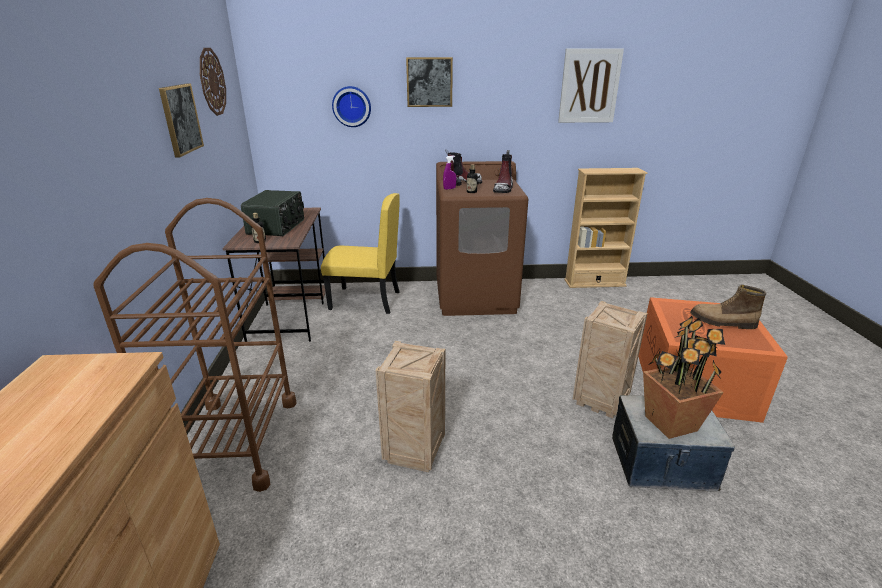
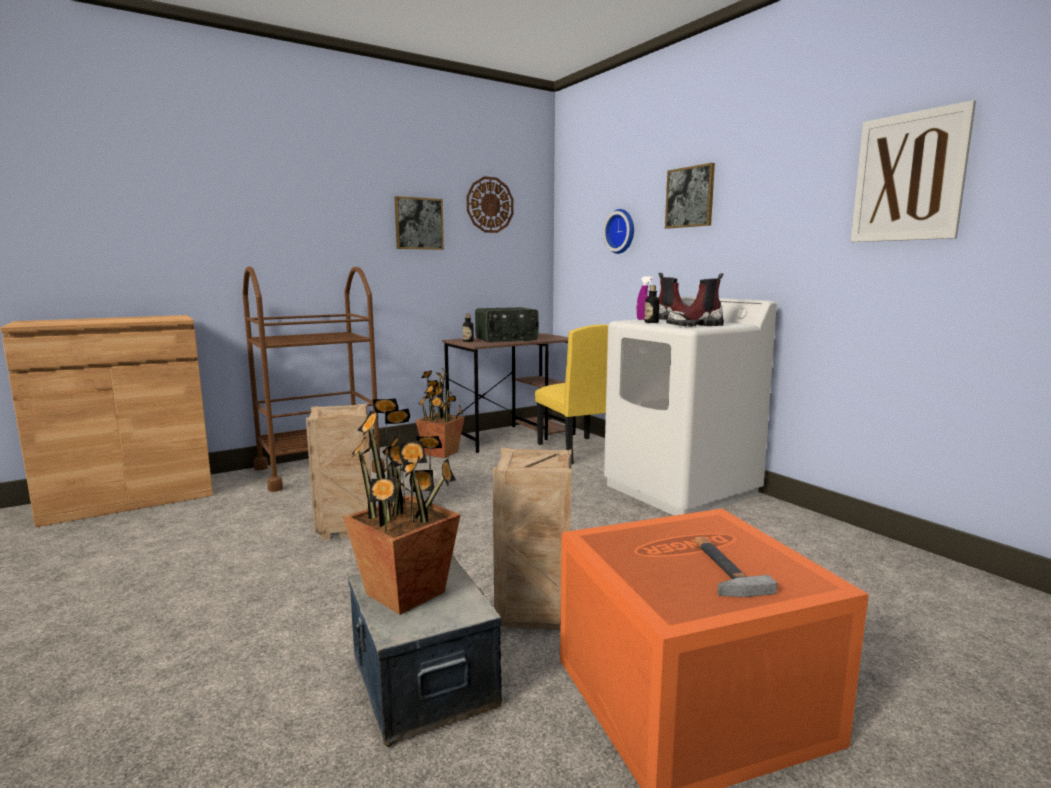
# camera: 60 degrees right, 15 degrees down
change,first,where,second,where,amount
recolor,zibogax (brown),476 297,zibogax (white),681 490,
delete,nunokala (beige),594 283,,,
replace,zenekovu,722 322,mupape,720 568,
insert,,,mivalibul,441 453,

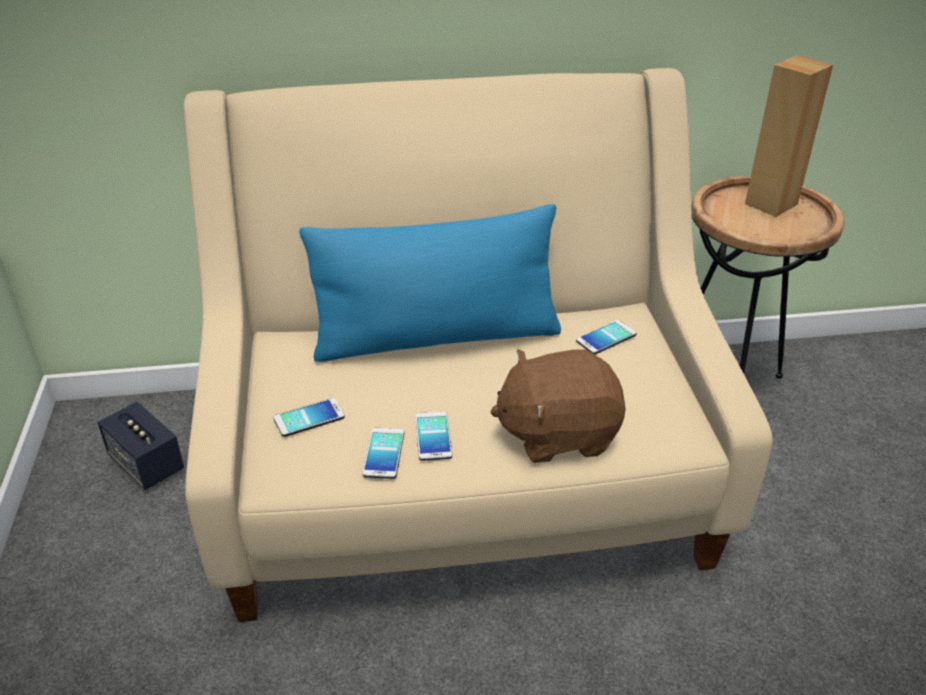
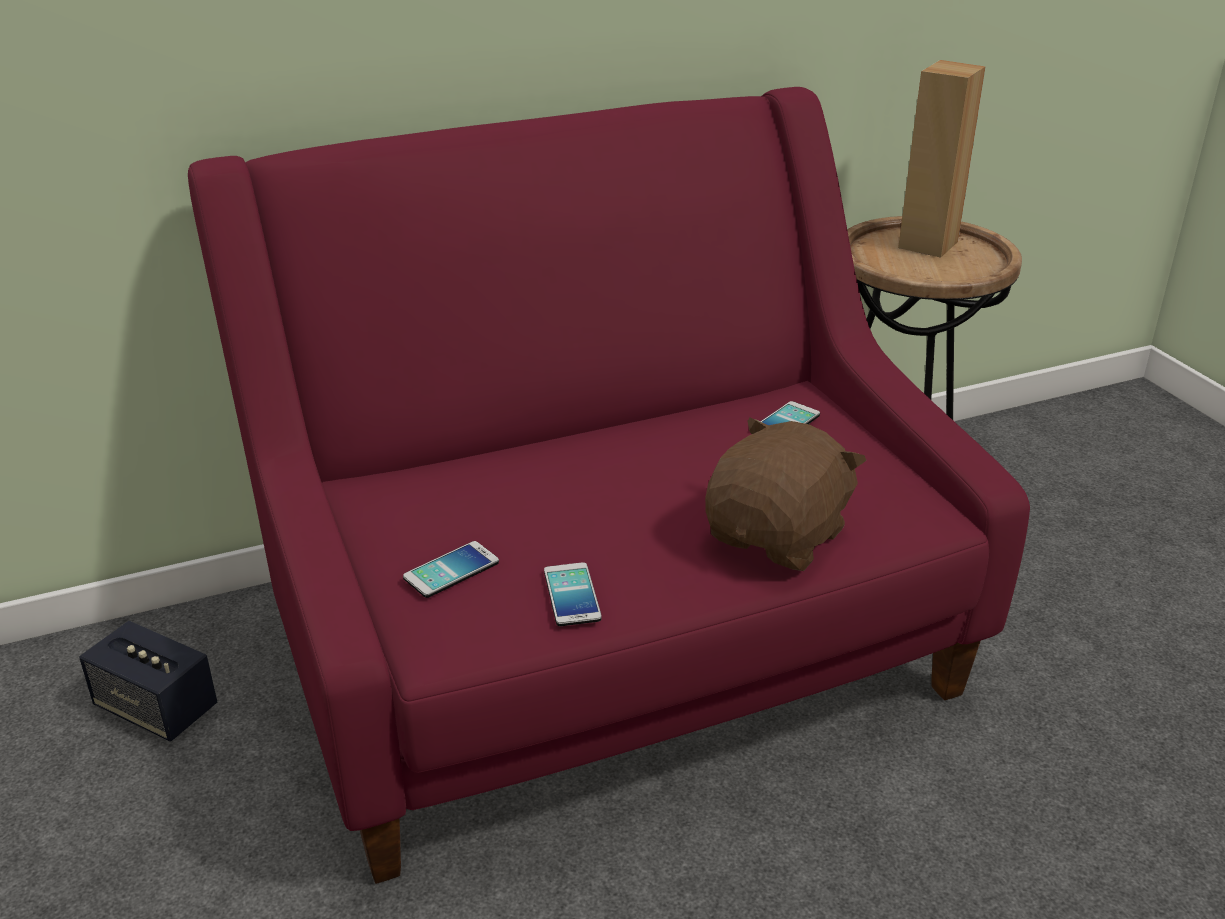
# camera: 15 degrees left, 5 degrees down
change,first,where,second,where,amount
recolor,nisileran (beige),462 481,nisileran (red),611 651,
delete,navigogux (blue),437 338,,,
rotate,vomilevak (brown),557 433,,779 537,150 degrees clockwise
delete,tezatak,433 436,,,

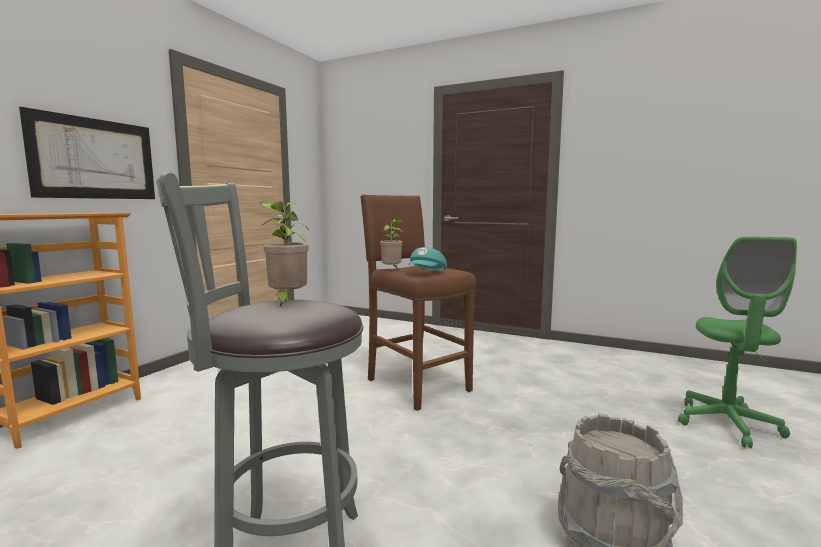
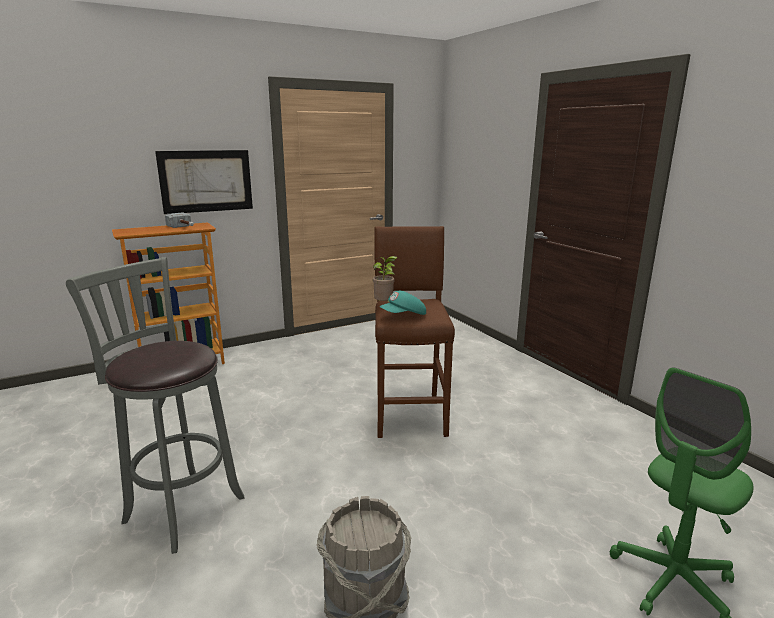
# camera: 35 degrees right, 10 degrees up
change,first,where,second,where,amount
delete,mivalibul,287 301,,,
insert,,,mupape,184 227,

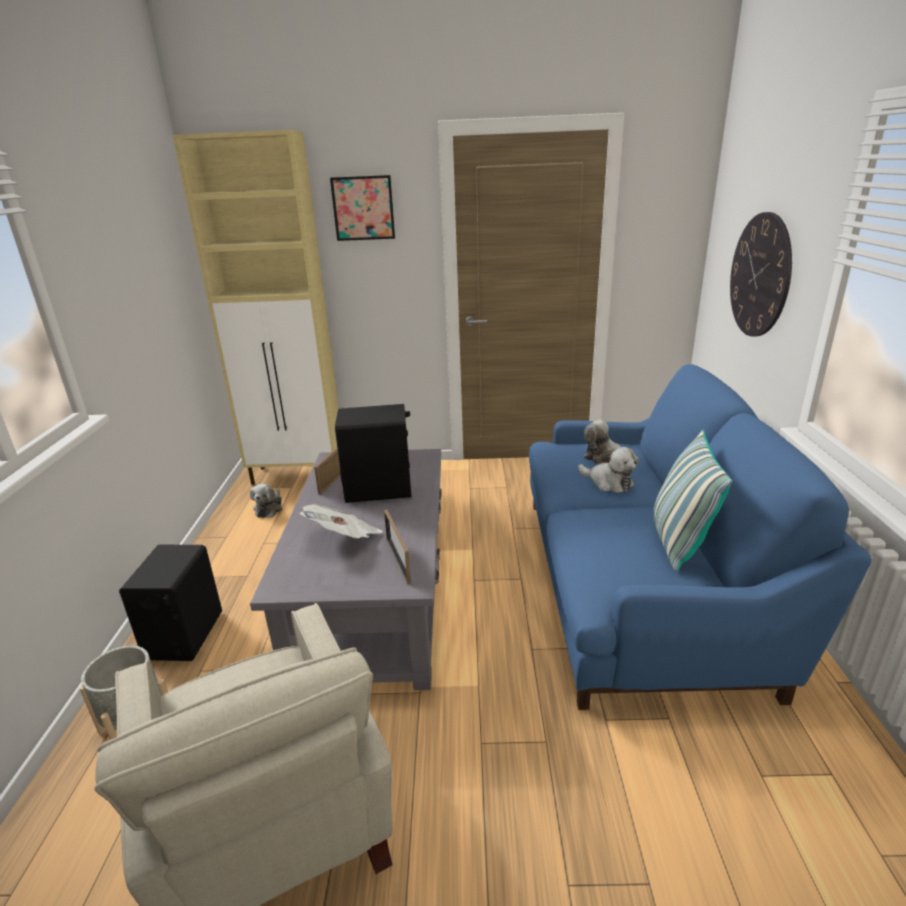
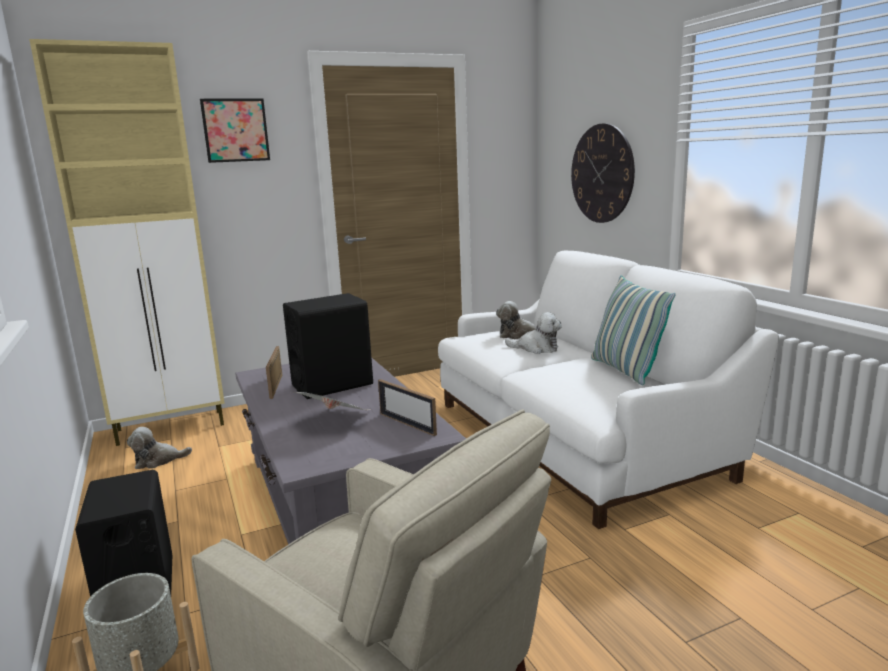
# camera: 25 degrees left, 10 degrees down
change,first,where,second,where,amount
recolor,nisileran (blue),640 583,nisileran (white),578 437,
rotate,vomilevak,269 508,,158 460,90 degrees clockwise

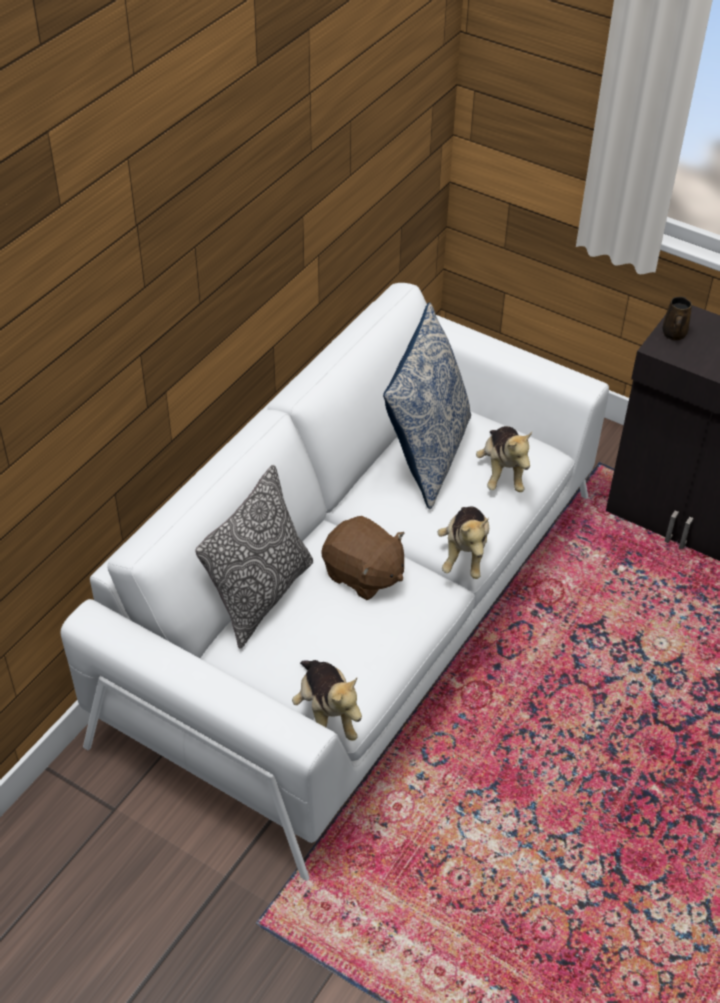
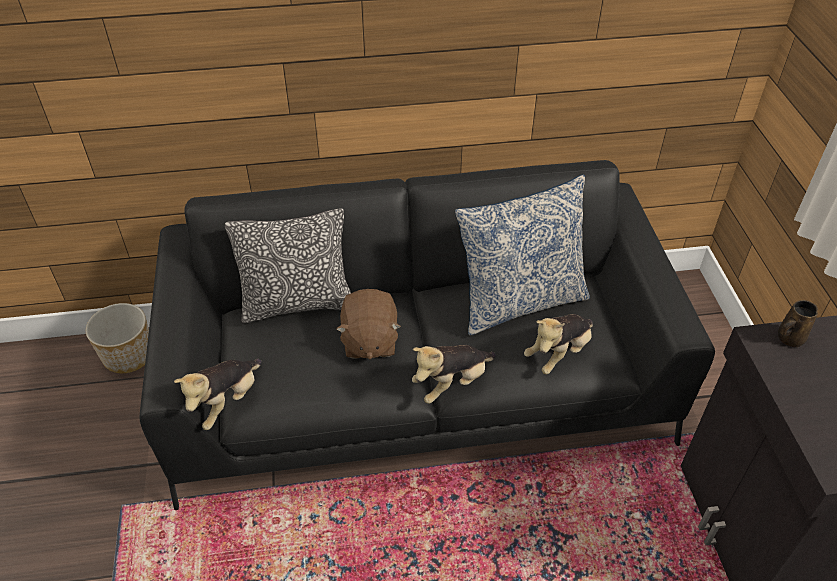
# camera: 50 degrees right, 0 degrees up
change,first,where,second,where,amount
recolor,nisileran (white),357 612,nisileran (black),418 385,
insert,,,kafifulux,129 355,

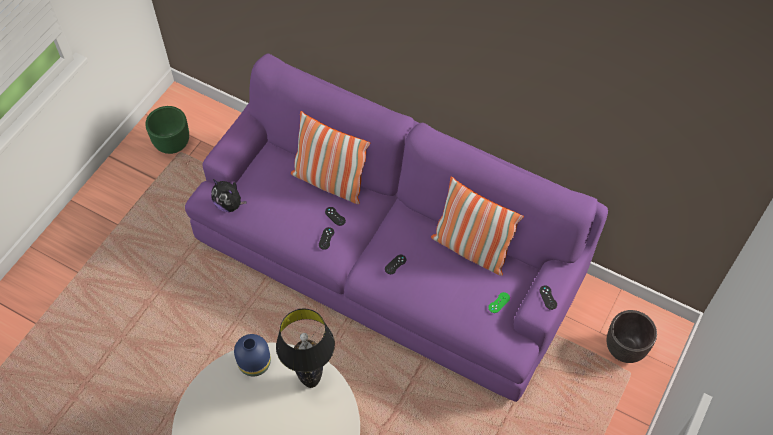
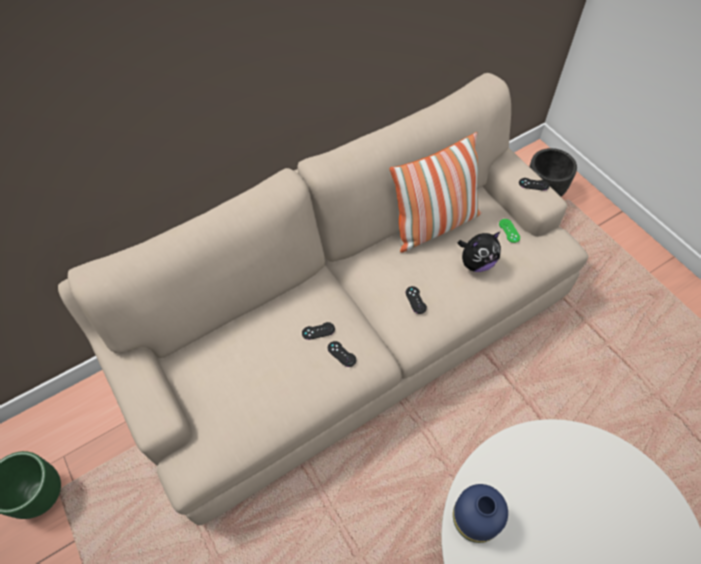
# camera: 60 degrees left, 0 degrees up
change,first,where,second,where,amount
recolor,nisileran (purple),387 260,nisileran (beige),352 330,
delete,navigogux,329 182,,,
move,vomilevak,229 204,,476 263,
delete,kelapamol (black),311 381,,,

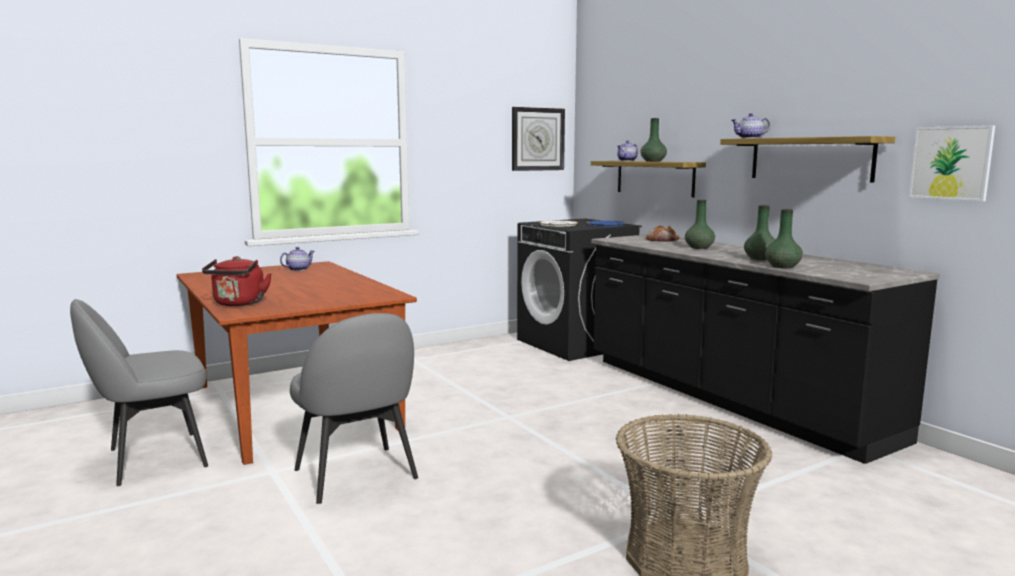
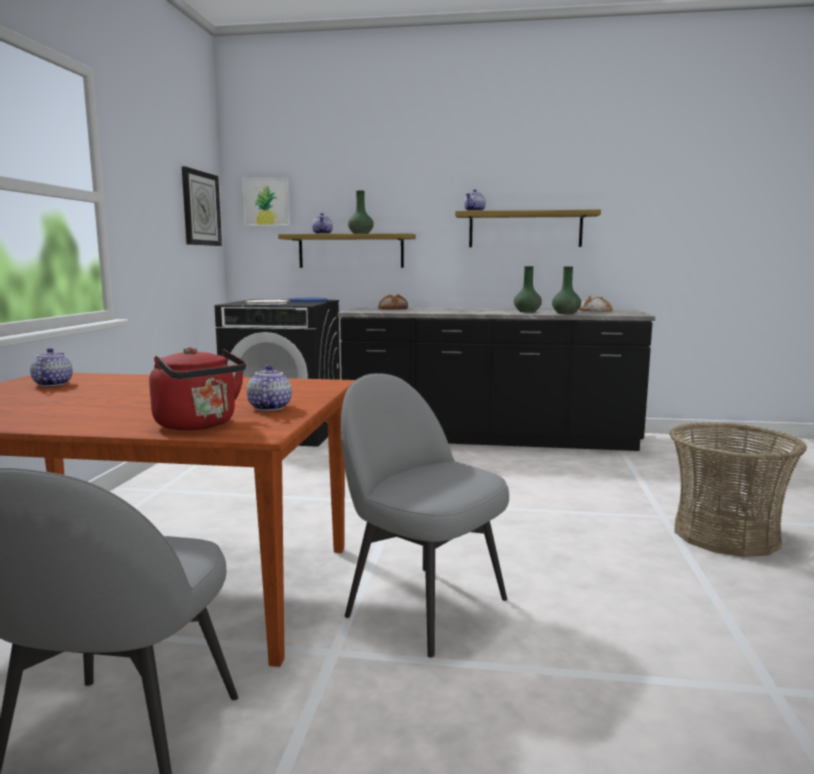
# camera: 50 degrees left, 0 degrees up
change,first,where,second,where,amount
move,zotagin,950 163,,266 202,
delete,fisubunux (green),699 248,,,
rotate,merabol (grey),356 475,,423 605,150 degrees counterclockwise
insert,,,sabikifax,595 310,
insert,,,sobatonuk,268 407,

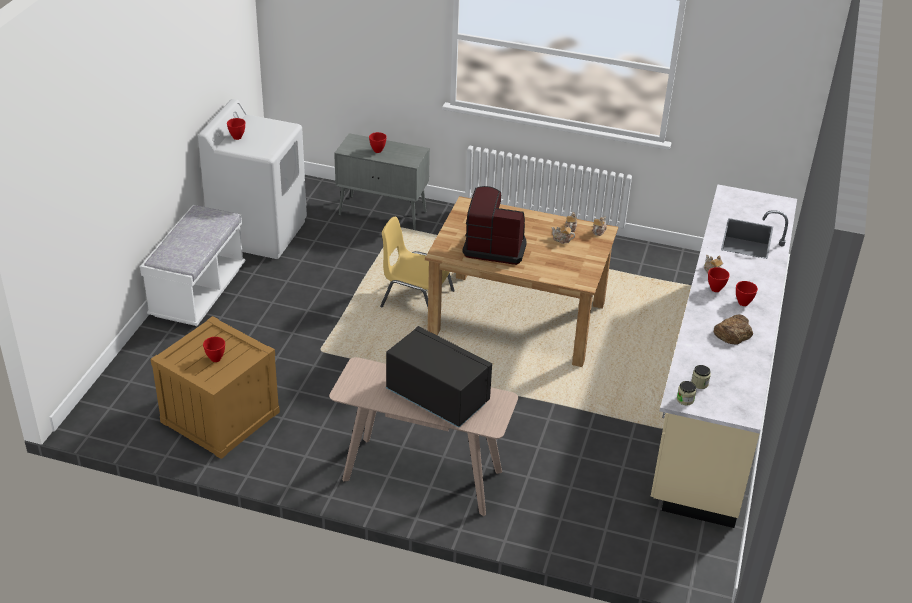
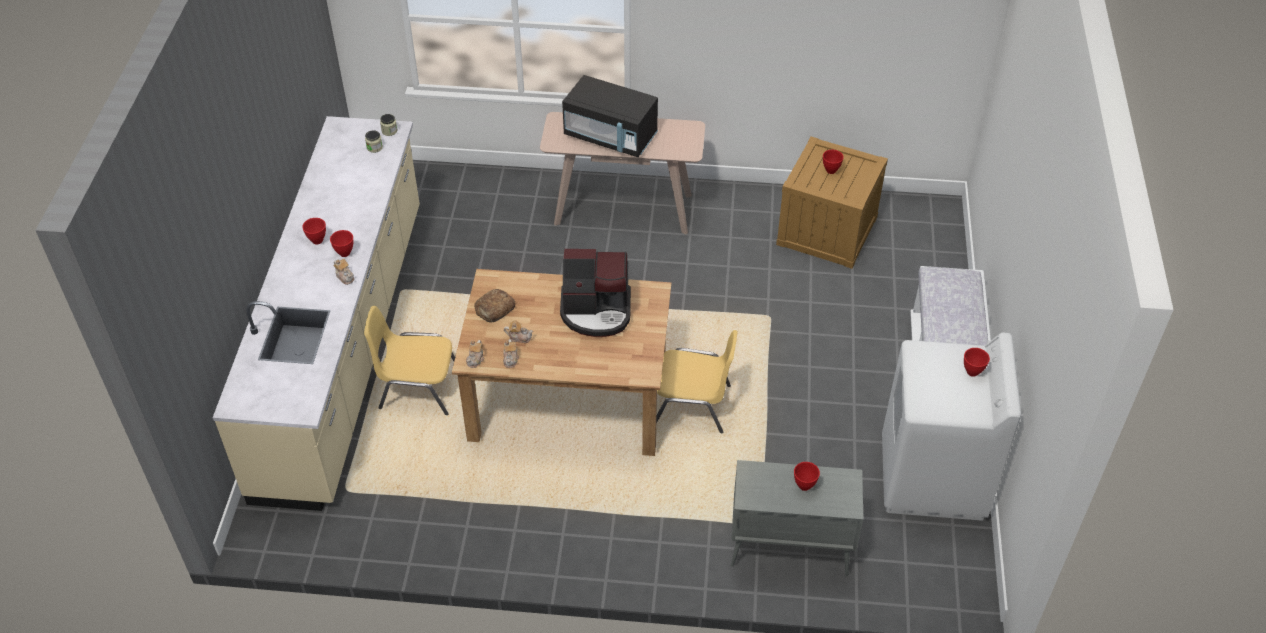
# camera: 170 degrees right, 10 degrees up
change,first,where,second,where,amount
move,sabikifax,733 333,,494 309,
insert,,,merabol (yellow),417 386,

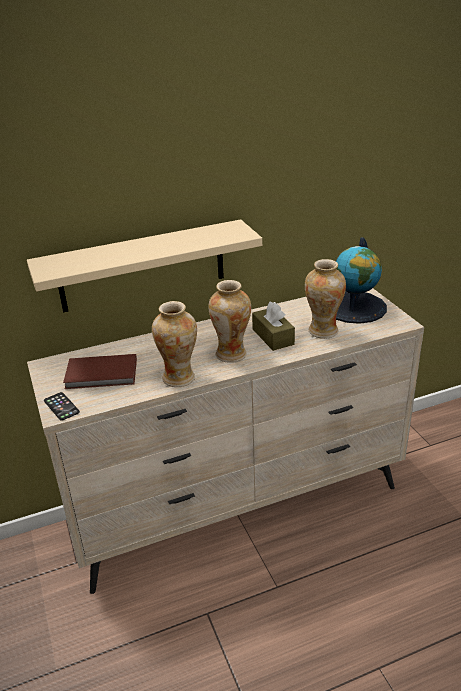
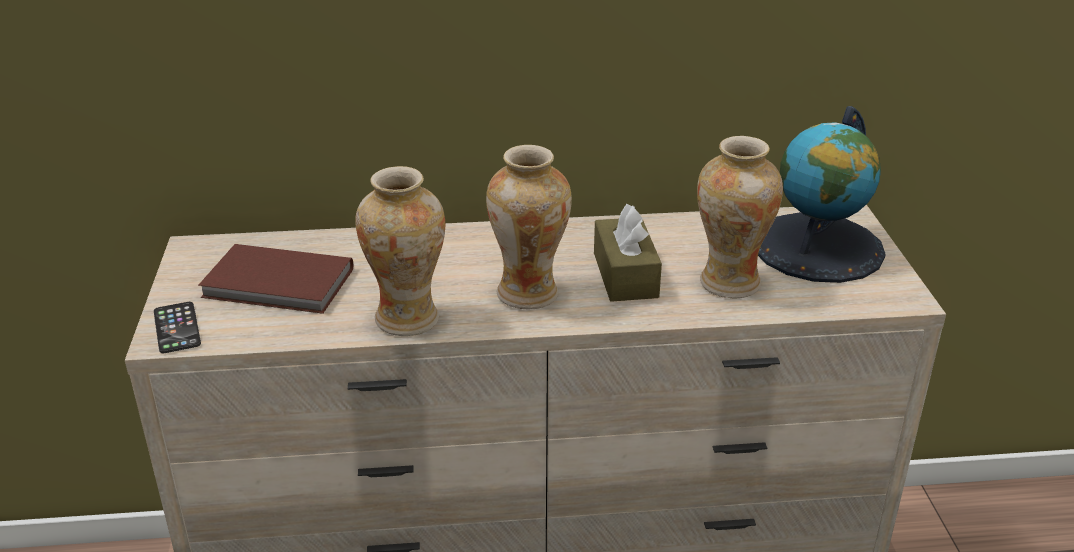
# camera: 15 degrees right, 0 degrees up
change,first,where,second,where,amount
delete,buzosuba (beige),142 266,,,

